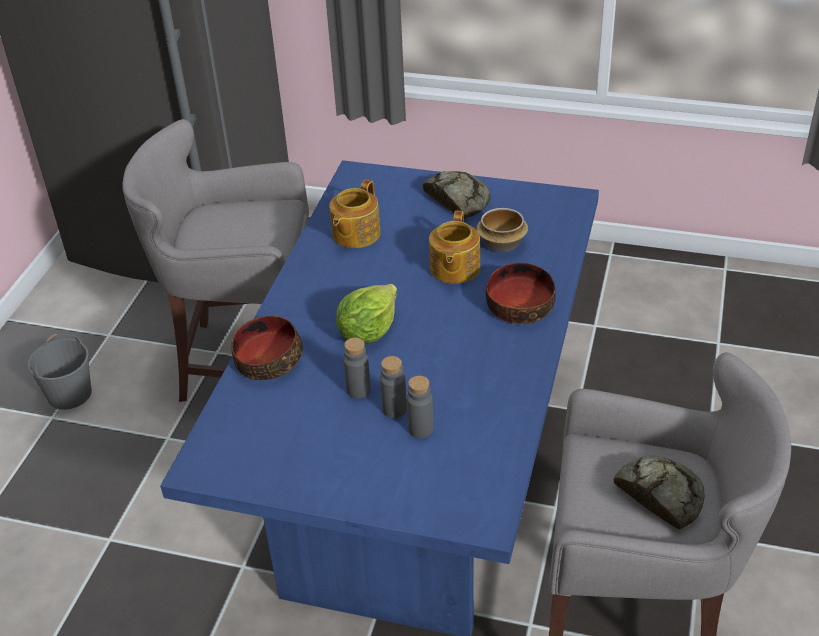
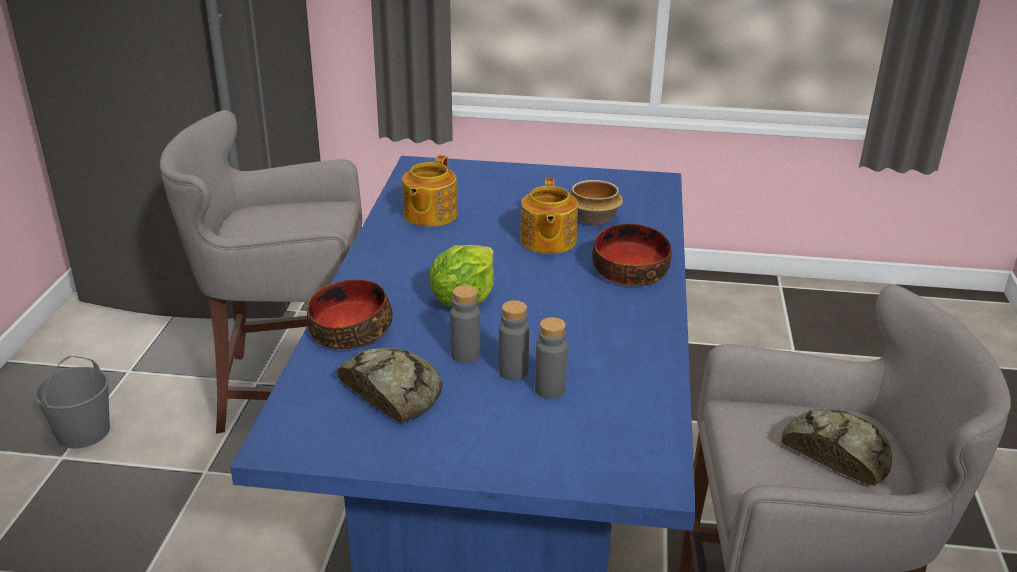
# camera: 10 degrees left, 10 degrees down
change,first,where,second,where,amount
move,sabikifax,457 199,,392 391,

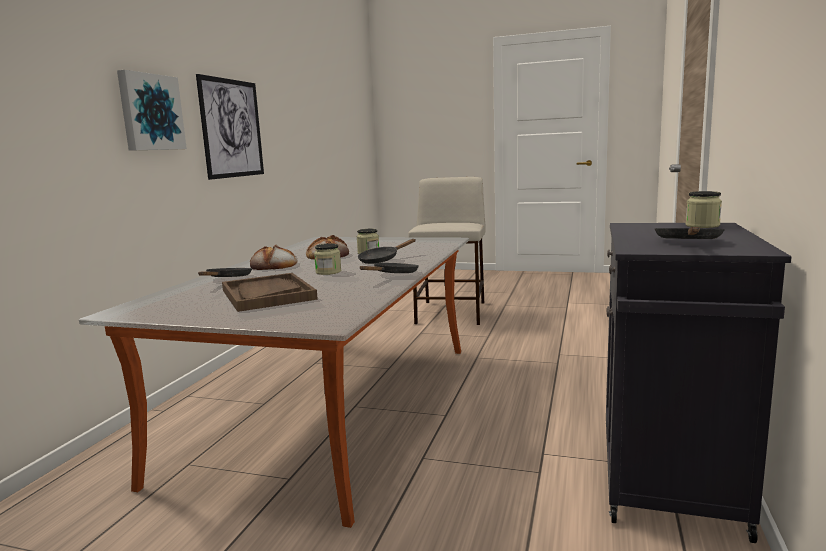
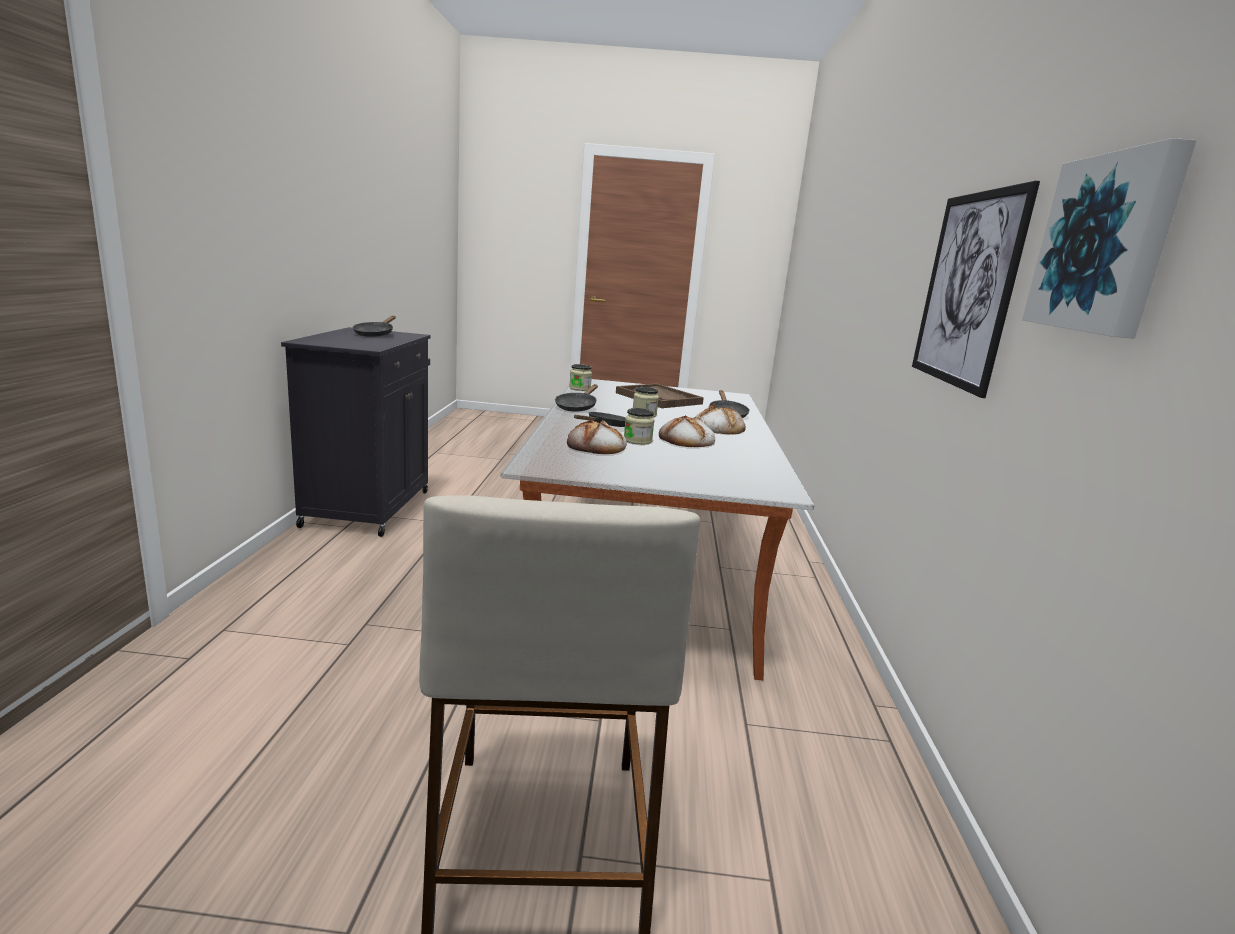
# camera: 165 degrees right, 5 degrees up
change,first,where,second,where,amount
move,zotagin,150 112,,1106 245,
move,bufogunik,702 225,,580 388,
insert,,,sabikifax,597 446,

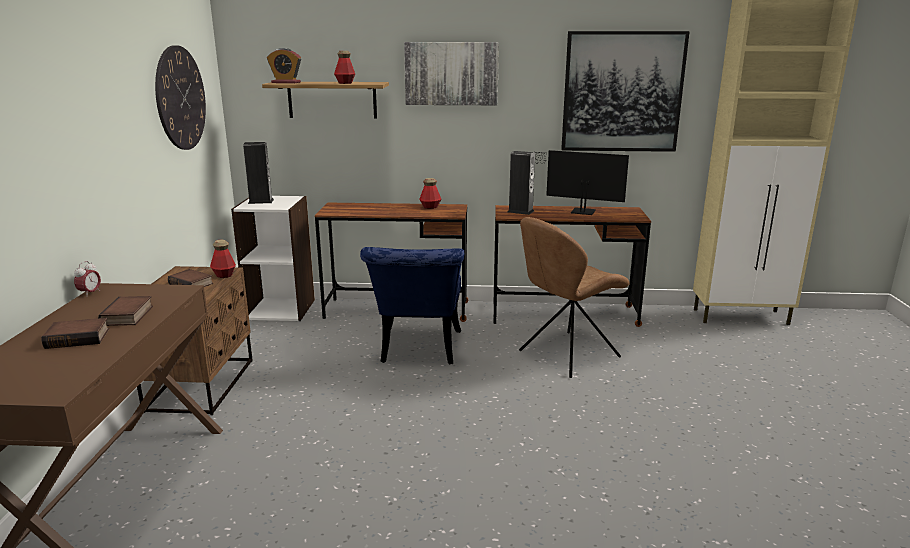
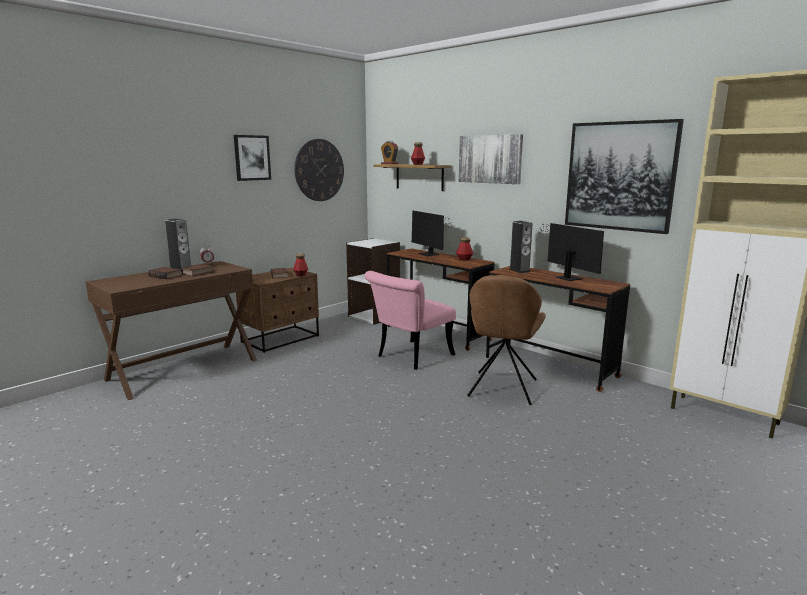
# camera: 40 degrees right, 5 degrees down
change,first,where,second,where,amount
move,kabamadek,261 201,,181 269,
rotate,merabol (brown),566 355,,502 389,75 degrees counterclockwise
recolor,merabol (blue),418 351,merabol (pink),410 357,
insert,,,zotagin,252 158,
insert,,,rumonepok,429 254,

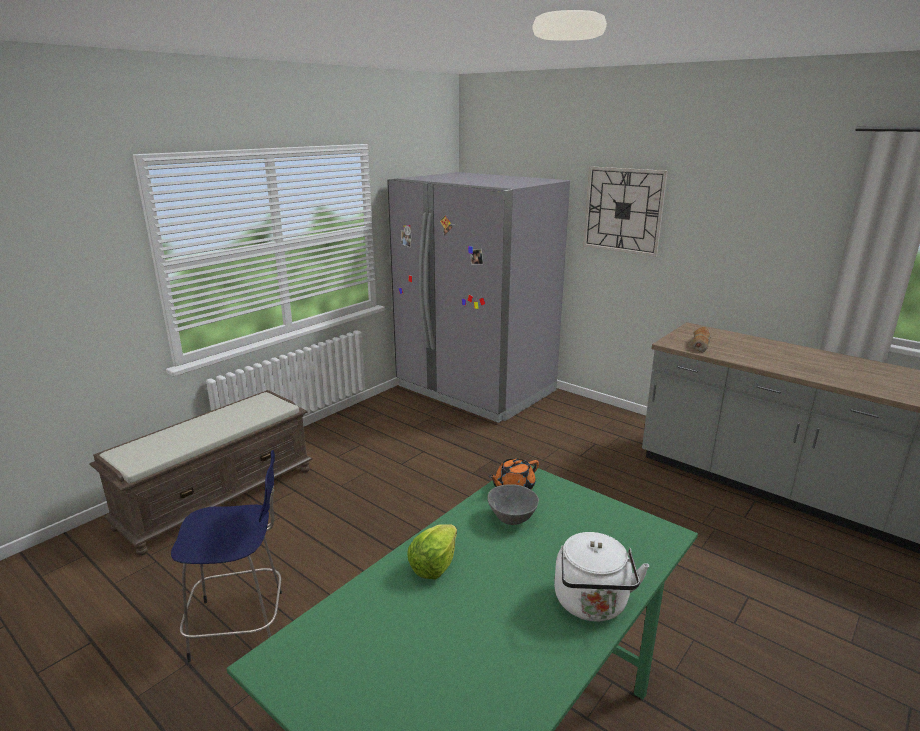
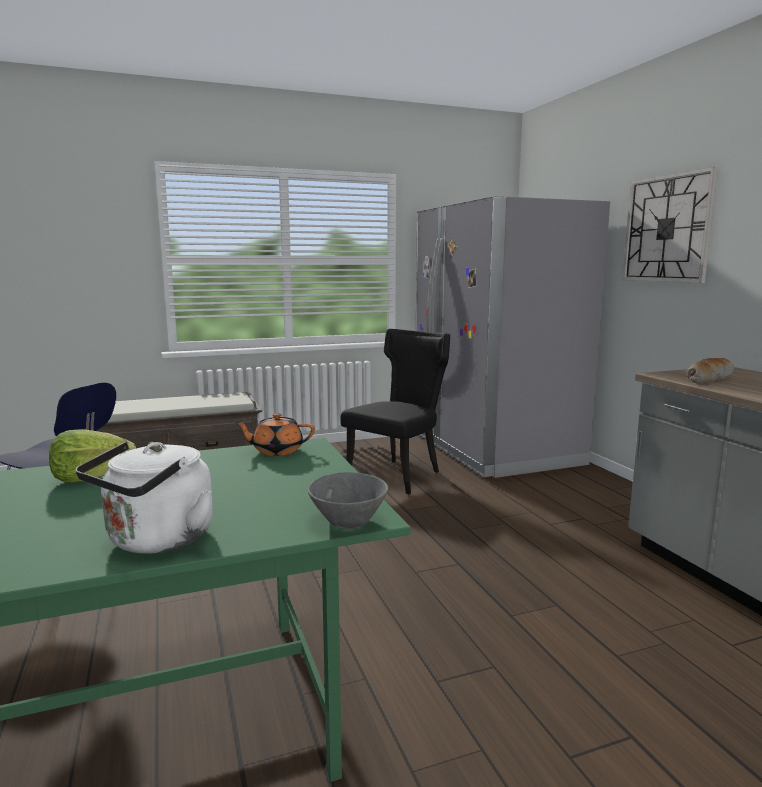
# camera: 30 degrees right, 10 degrees down
change,first,where,second,where,amount
move,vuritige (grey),511 519,,346 522,
insert,,,merabol (black),398 474,

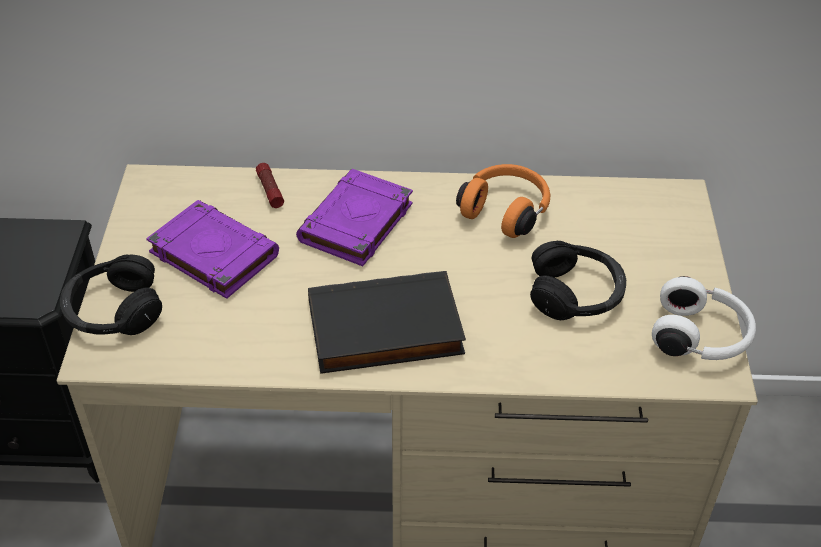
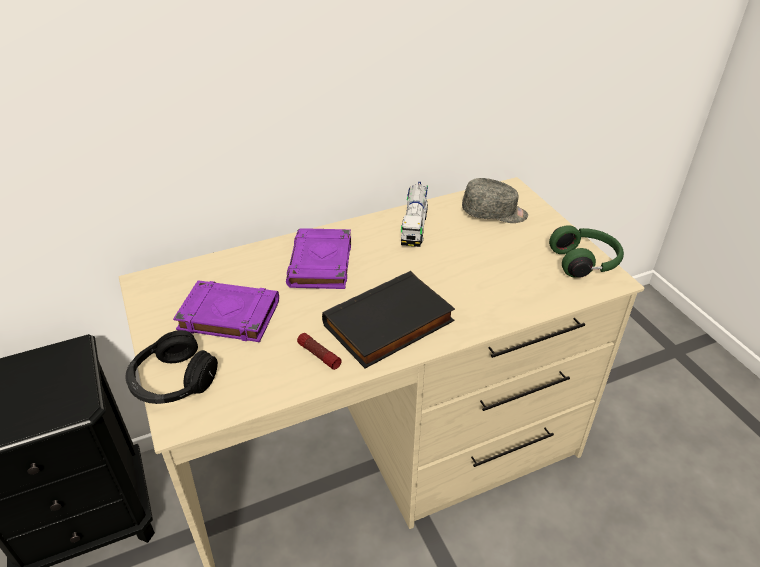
# camera: 25 degrees left, 5 degrees down
change,first,where,second,where,amount
move,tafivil,270 190,,318 355,
replace,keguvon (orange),506 210,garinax,414 226,
delete,keguvon (black),575 293,,,
recolor,keguvon (white),700 336,keguvon (green),585 262,
insert,,,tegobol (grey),494 213,

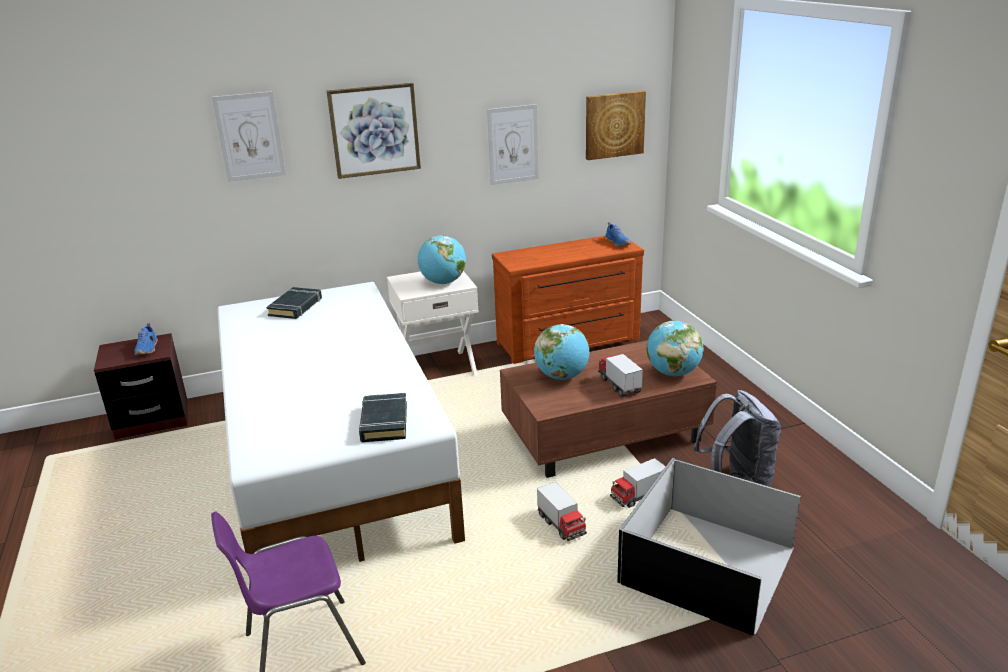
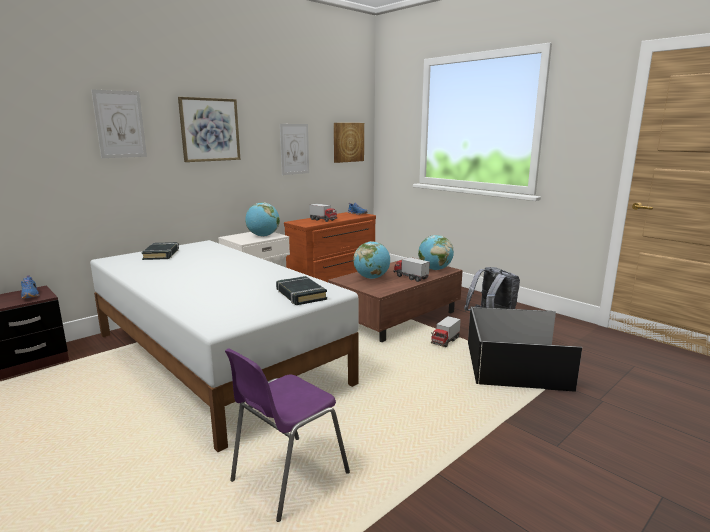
# camera: 25 degrees left, 10 degrees down
change,first,where,second,where,amount
move,garinax,561 525,,323 220,

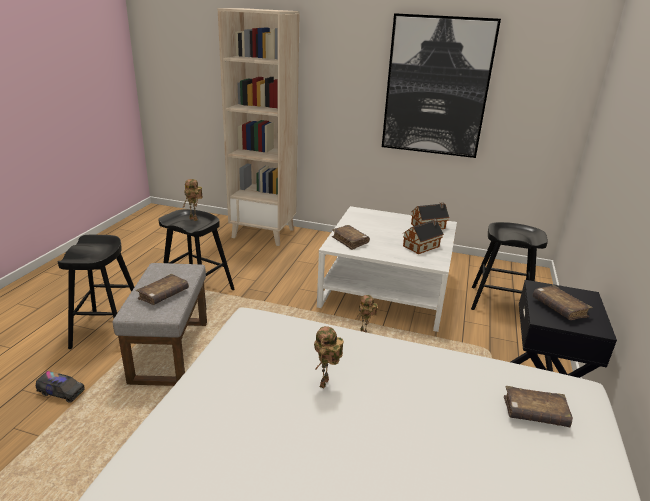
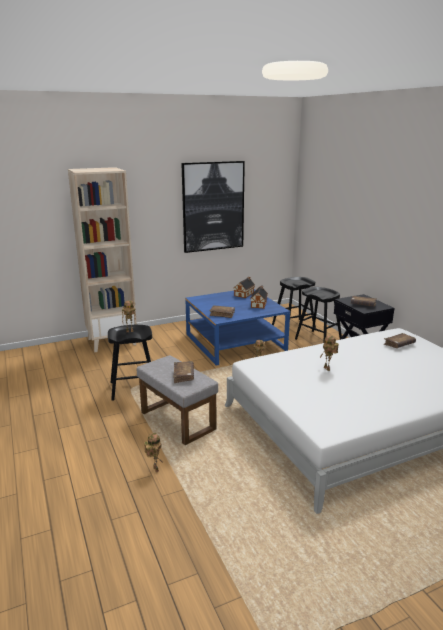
# camera: 40 degrees left, 5 degrees down
change,first,where,second,where,amount
recolor,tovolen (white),386 289,tovolen (blue),235 342,
move,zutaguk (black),108 329,,318 340,
replace,garinax,61 392,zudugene,154 469,

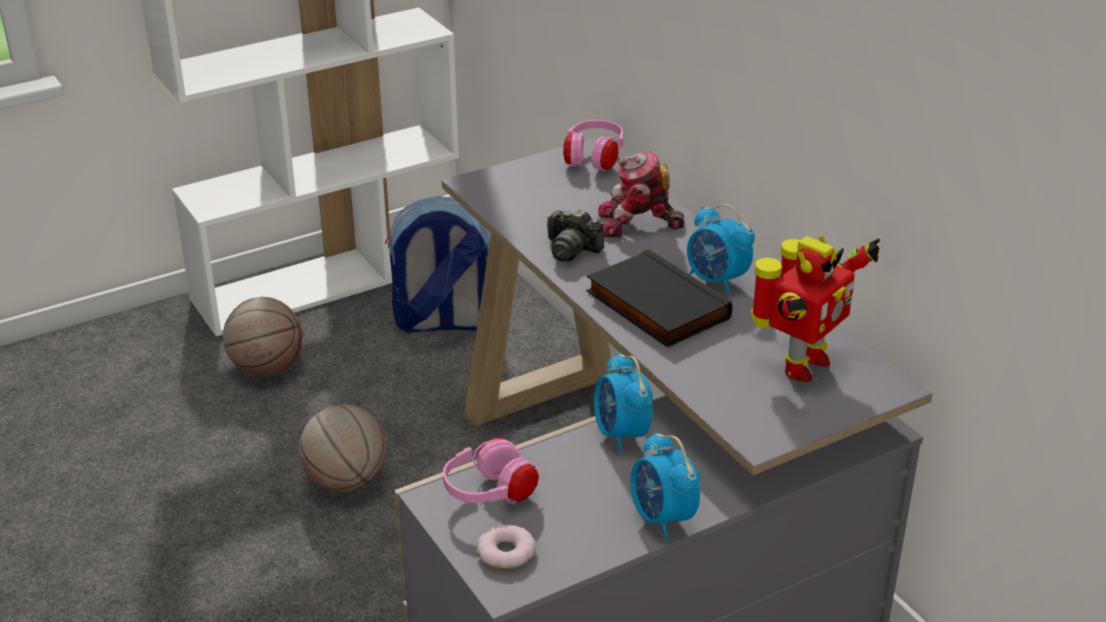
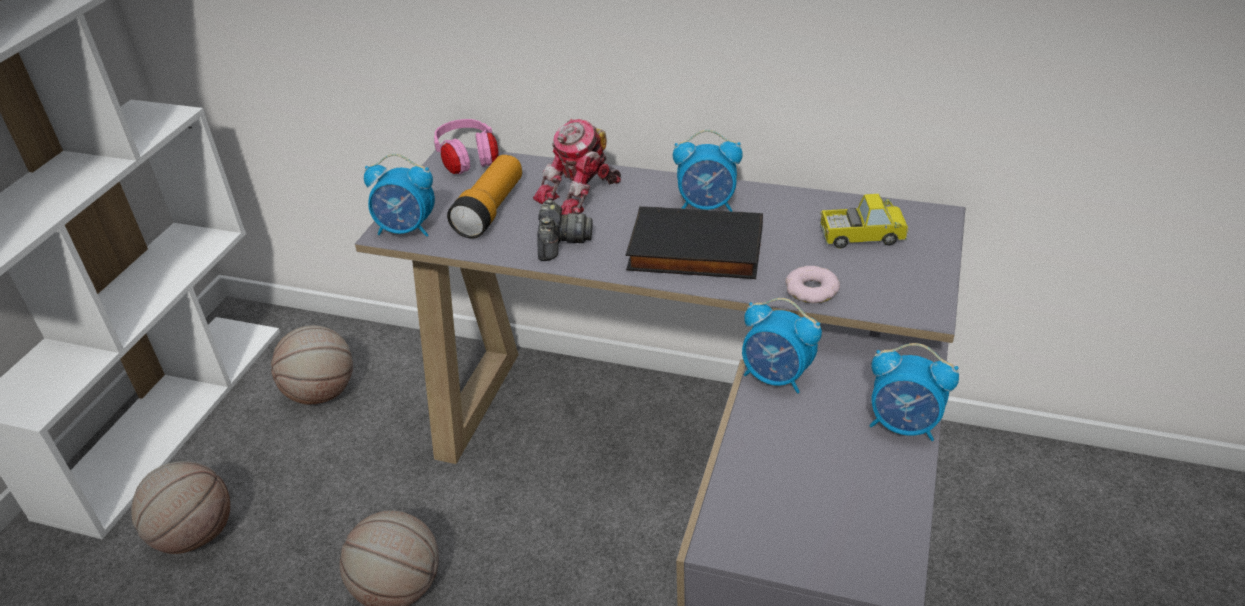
# camera: 40 degrees left, 5 degrees up
change,first,where,second,where,amount
replace,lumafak,442 322,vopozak,322 393,
rotate,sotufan,571 249,,561 243,75 degrees counterclockwise
replace,zudugene,801 365,garinax,862 237,
delete,keguvon (pink),490 494,,,
move,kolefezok,506 552,,812 290,
insert,,,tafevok,407 230,
insert,,,tafivil,490 210,

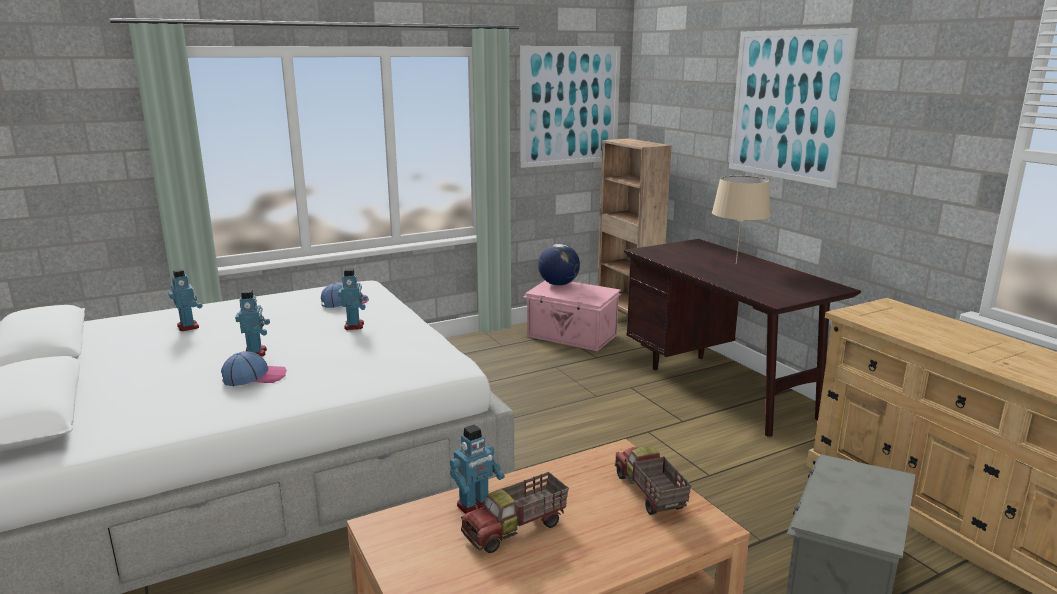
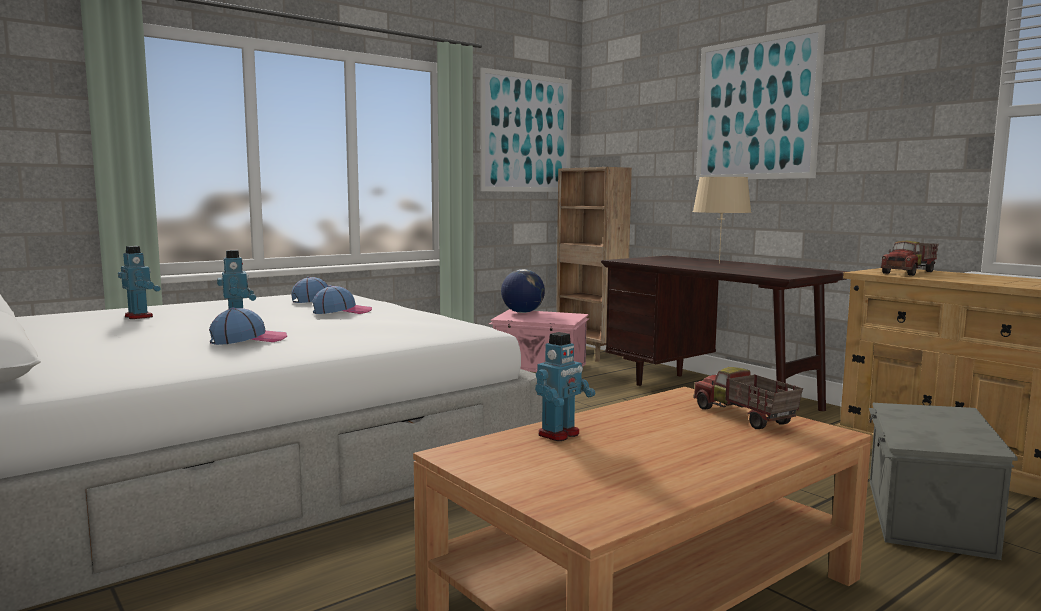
# camera: 10 degrees left, 10 degrees down
change,first,where,second,where,amount
replace,zudugene,354 326,tegobol,342 311,
move,garinax,516 529,,909 272,

